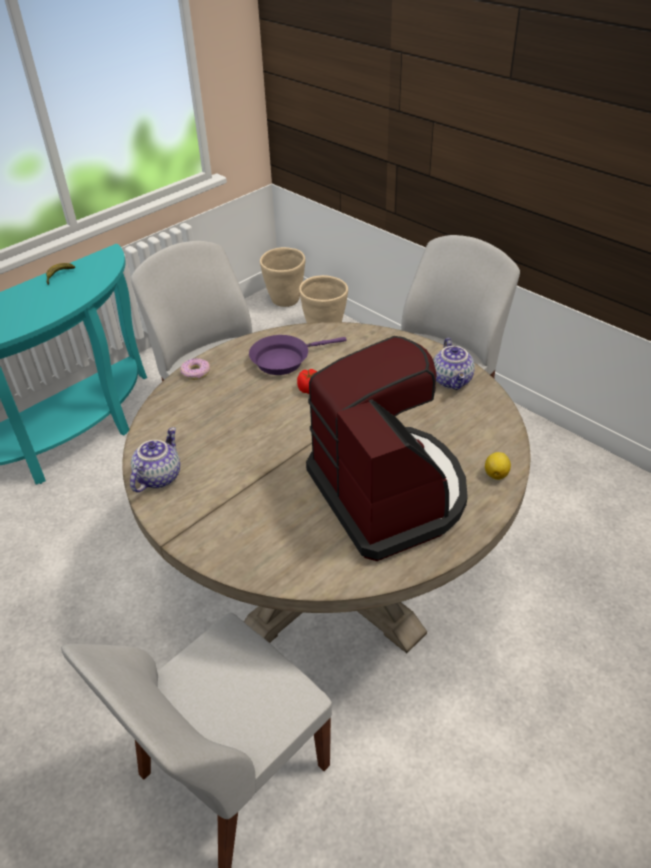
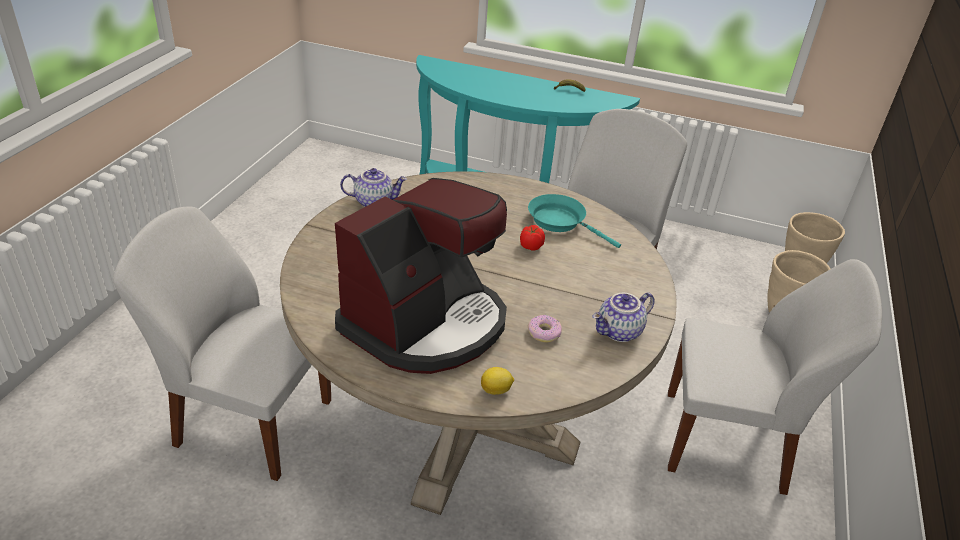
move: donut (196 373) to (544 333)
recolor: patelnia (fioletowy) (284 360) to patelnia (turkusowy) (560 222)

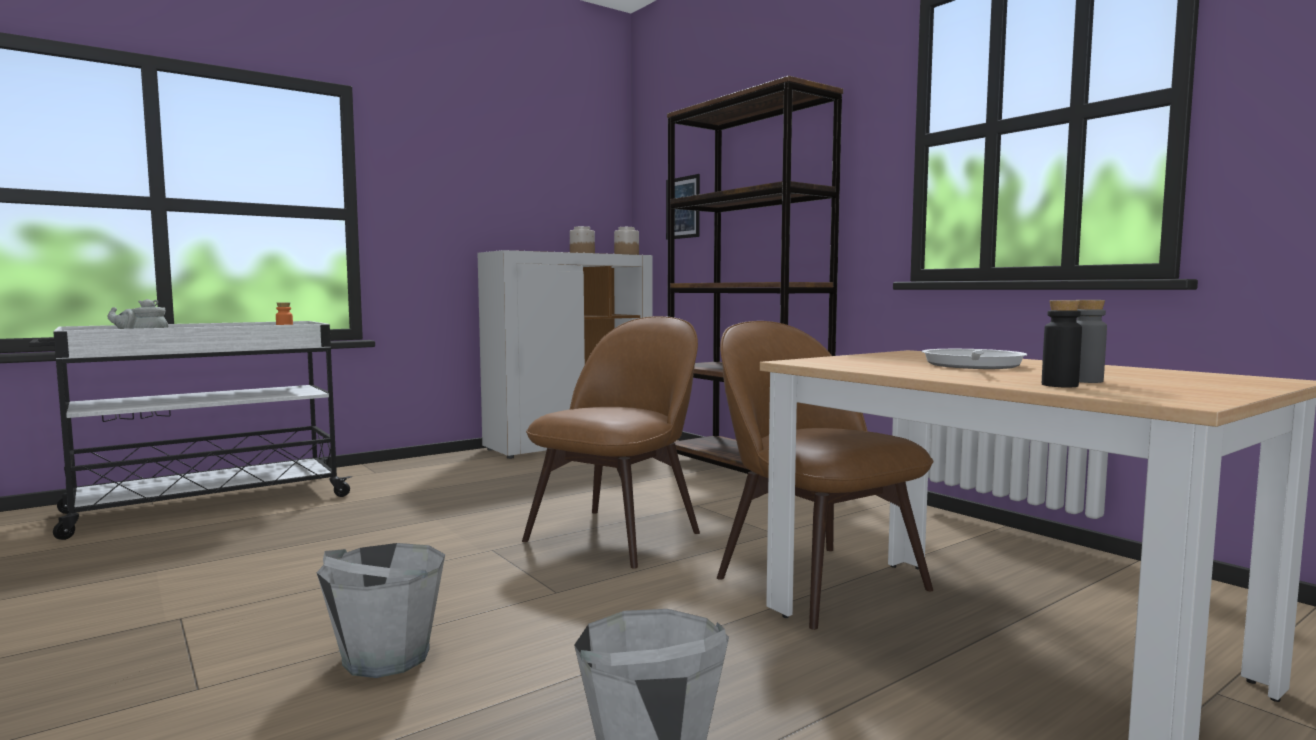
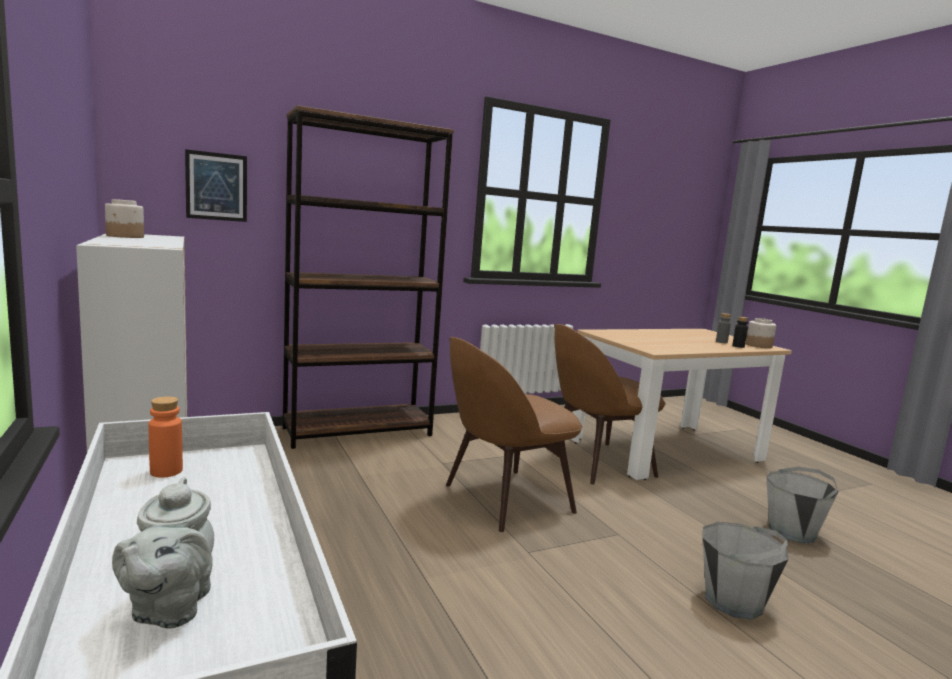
delete: patelnia (971 366)
move: słoik (626 254) to (758 345)
rotate: krzesło (brązowy) (617 534) = (503 499) 75 degrees counterclockwise

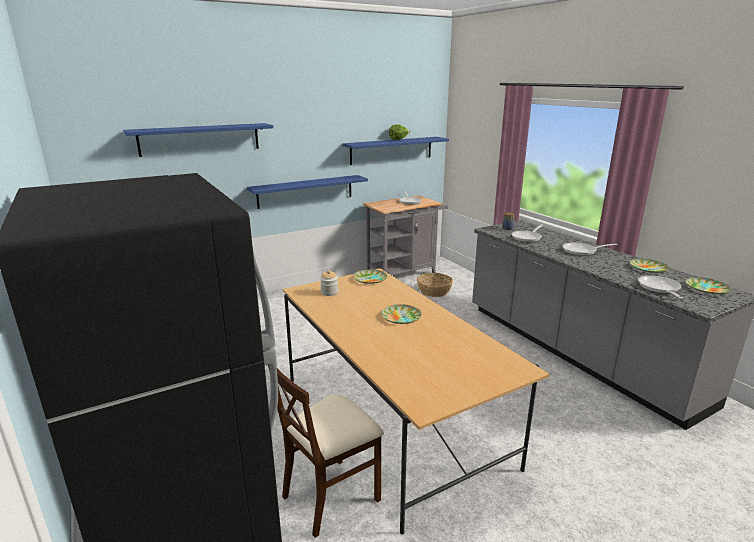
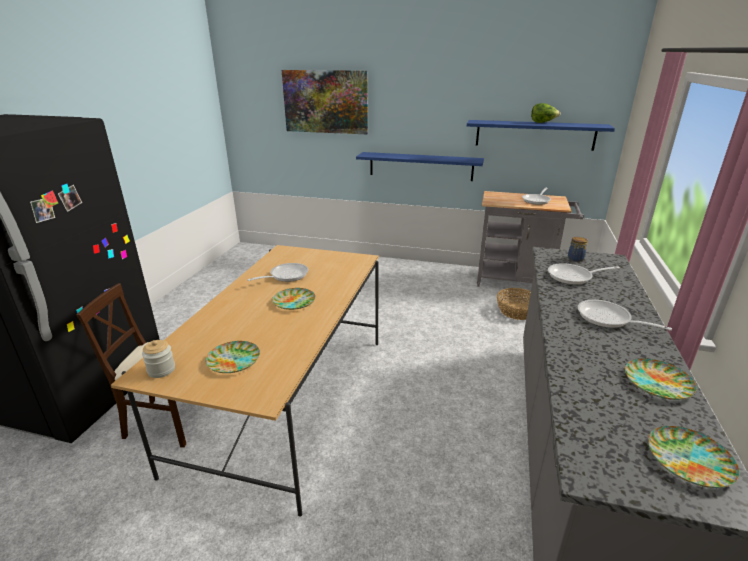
move: słoik (329 292) to (161 370); talerz (370 279) to (234 360); patelnia (659 289) to (286 276)
replace: półka (niebieski) (200 139) to obraz (325 102)

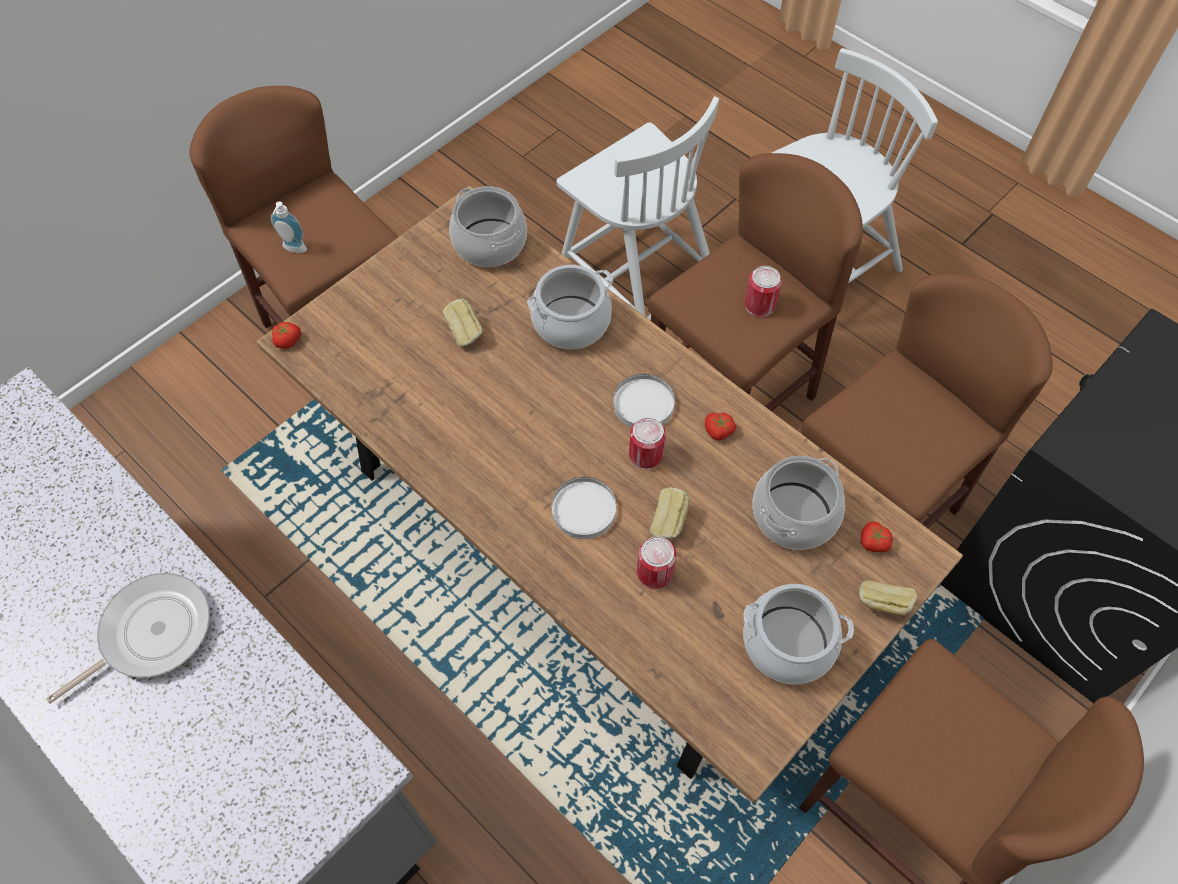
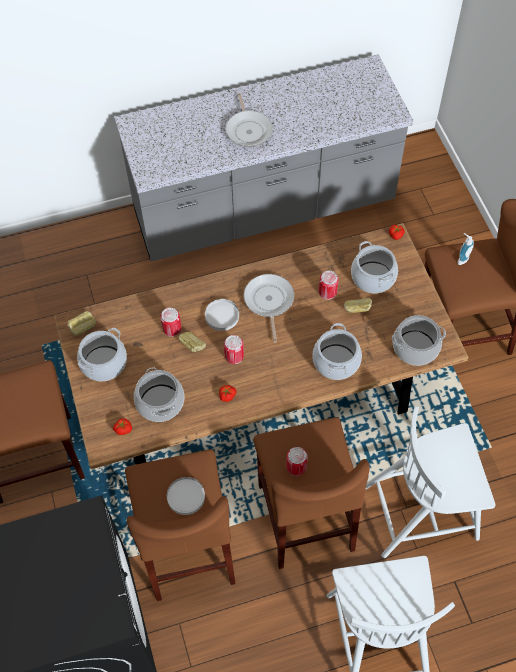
insert: patelnia (269 301); puszka (327 292); garnek (373 277)
move: chleb (882 605) to (83 328); talerz (biały) (643 403) to (186 496)

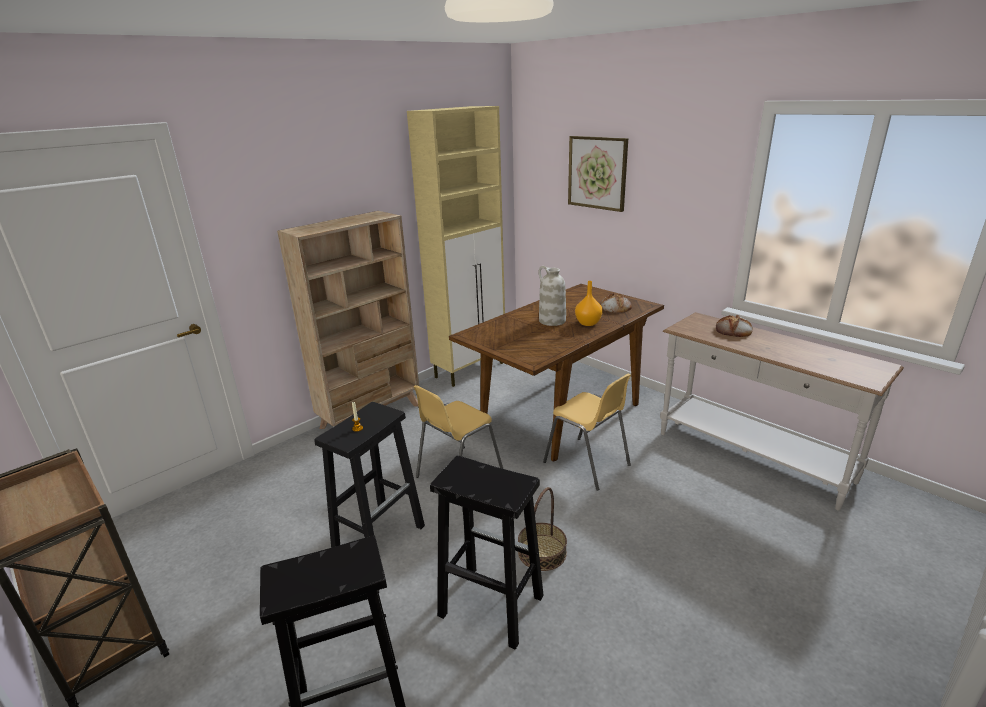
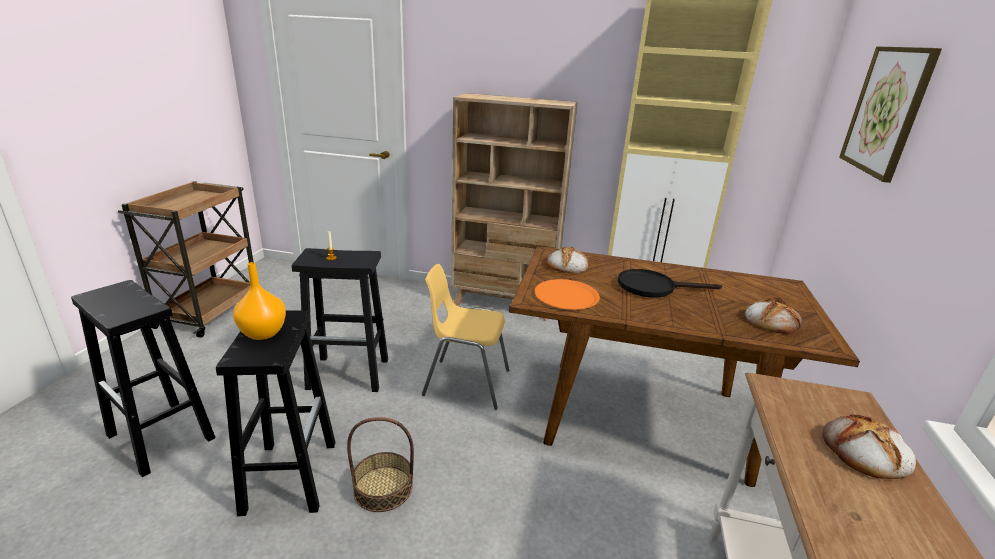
delete: krzesło (żółty) (587 464)
insert: talerz (pomarańczowy) (566 296); chleb (566 265)
move: wazon (pomarańczowy) (588 323) to (262 333)
replace: wazon (biały) (551 321) to patelnia (czarny) (653 287)

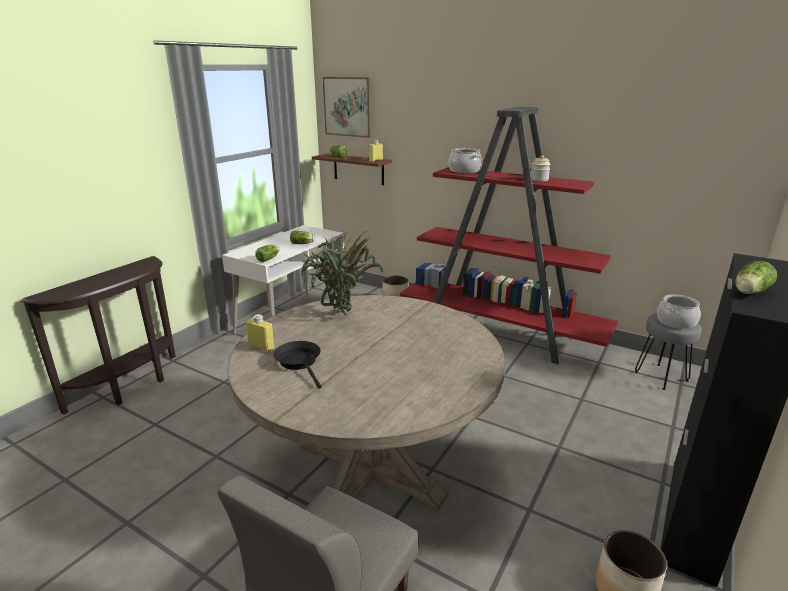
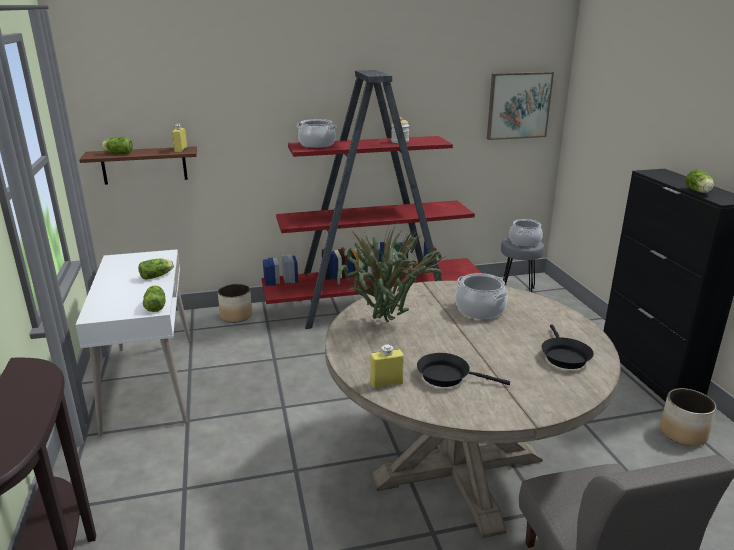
insert: garnek (479 310); patelnia (czarny) (564 356)
move: obraz (348 106) to (518 105)

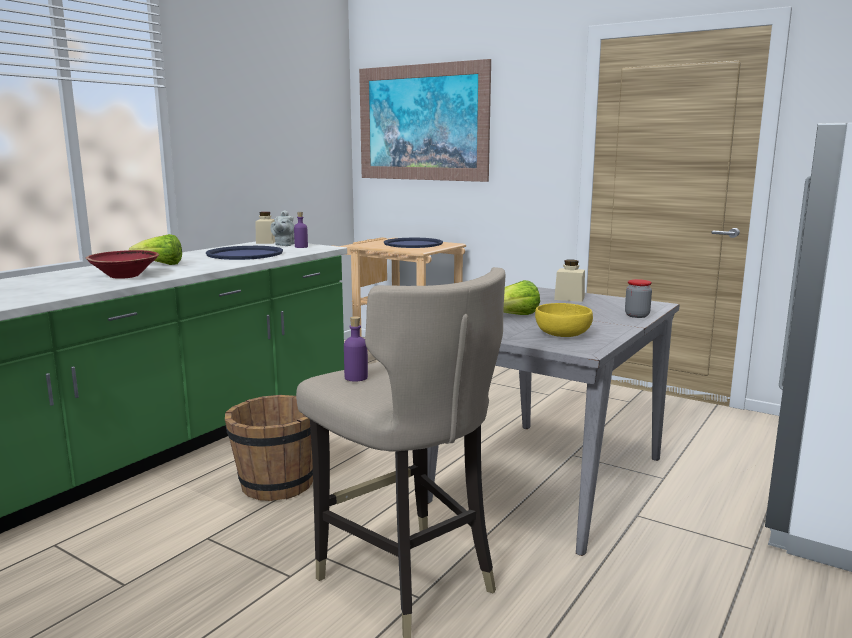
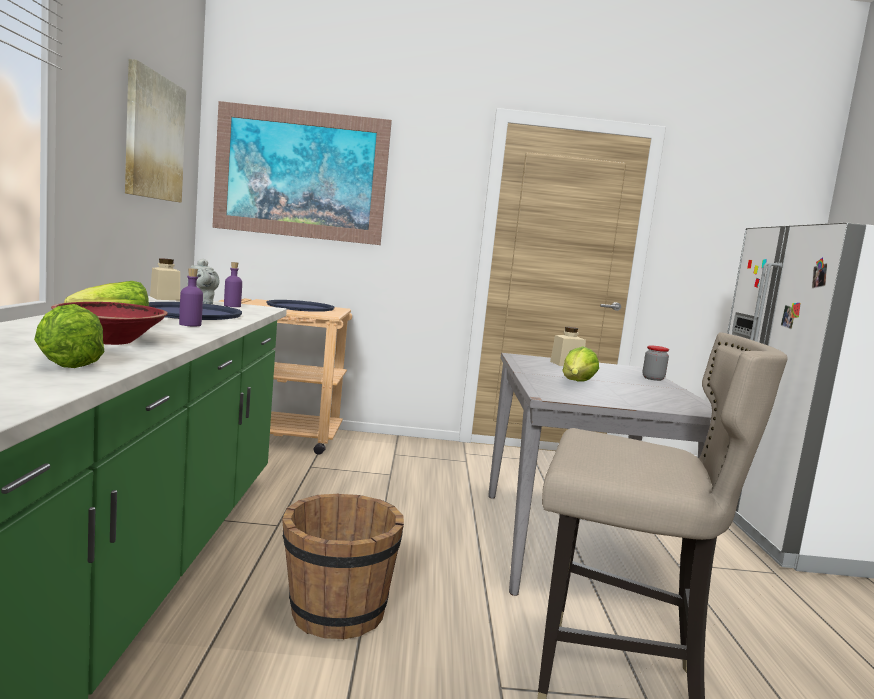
delete: miska (żółty) (562 334)
insert: sałata (66 363); obraz (154 137)
move: butelka (fioletowy) (356 377) to (190 324)

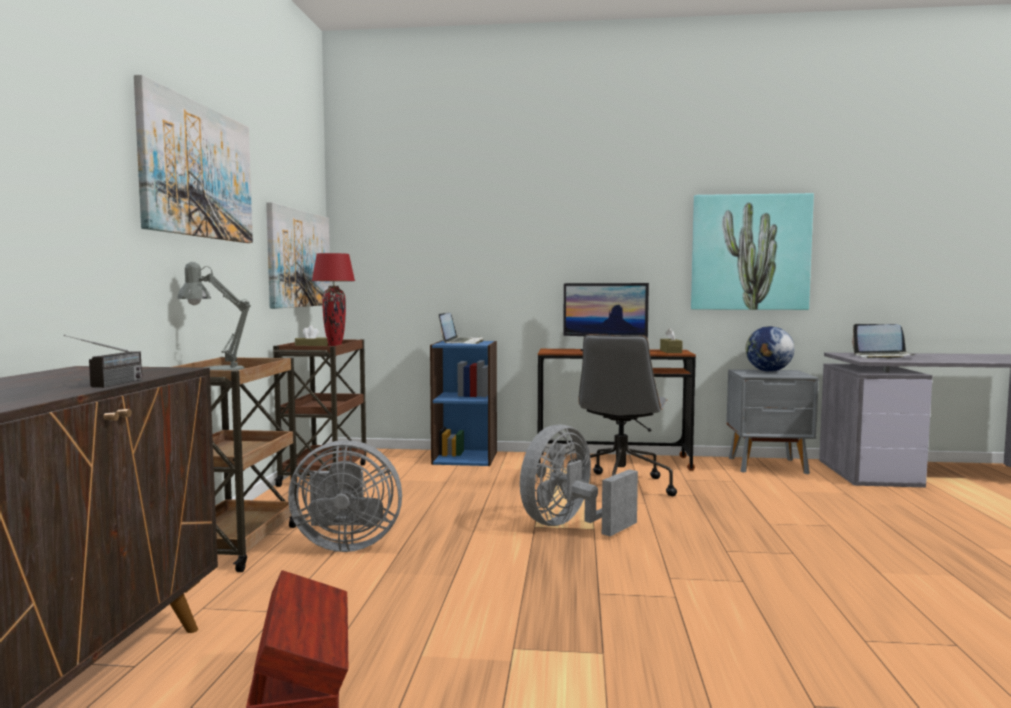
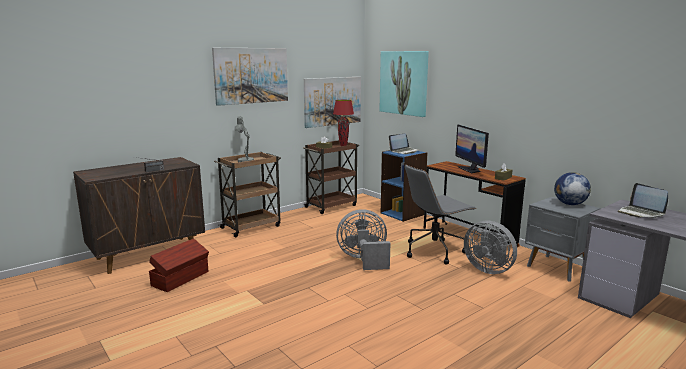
move: obraz (749 252) to (404 83); wentylator (szary) (345 544) to (488 269)

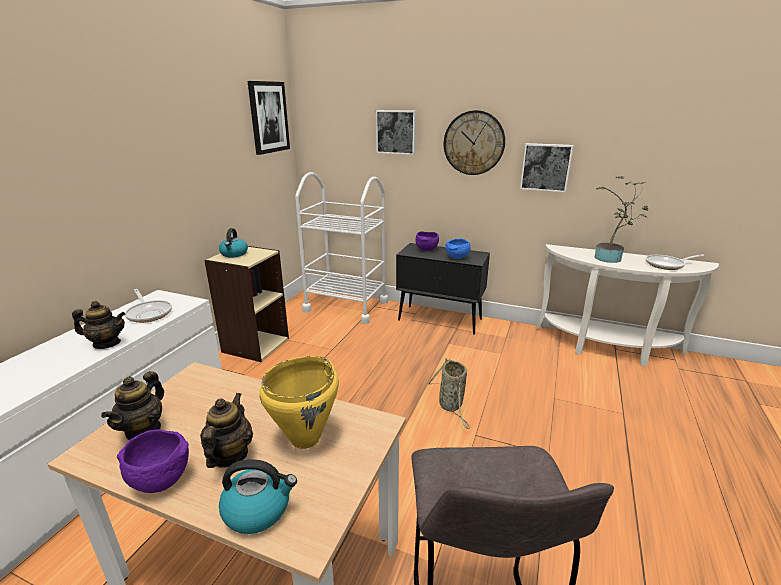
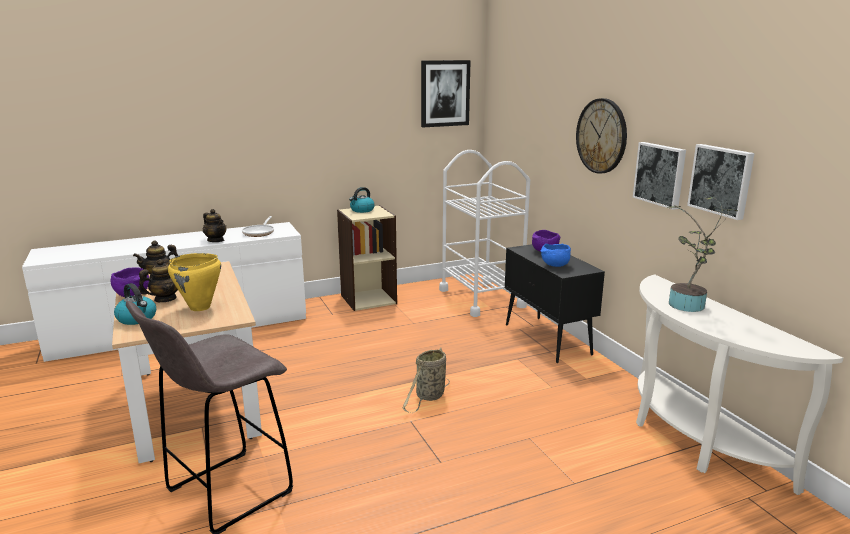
delete: patelnia (667 265)
move: obraz (396 132) to (721 180)

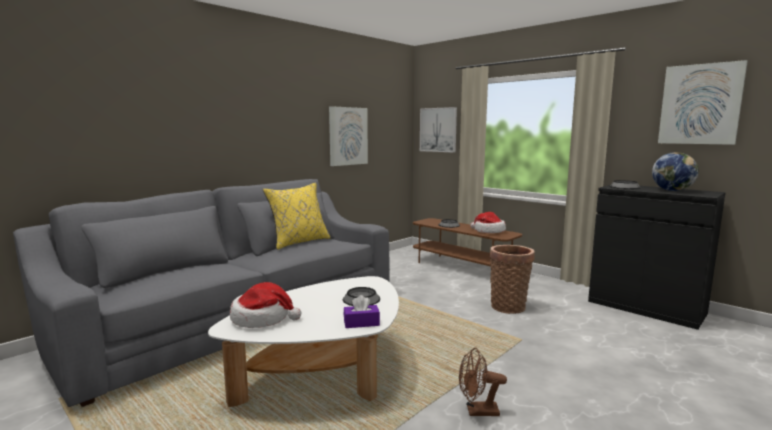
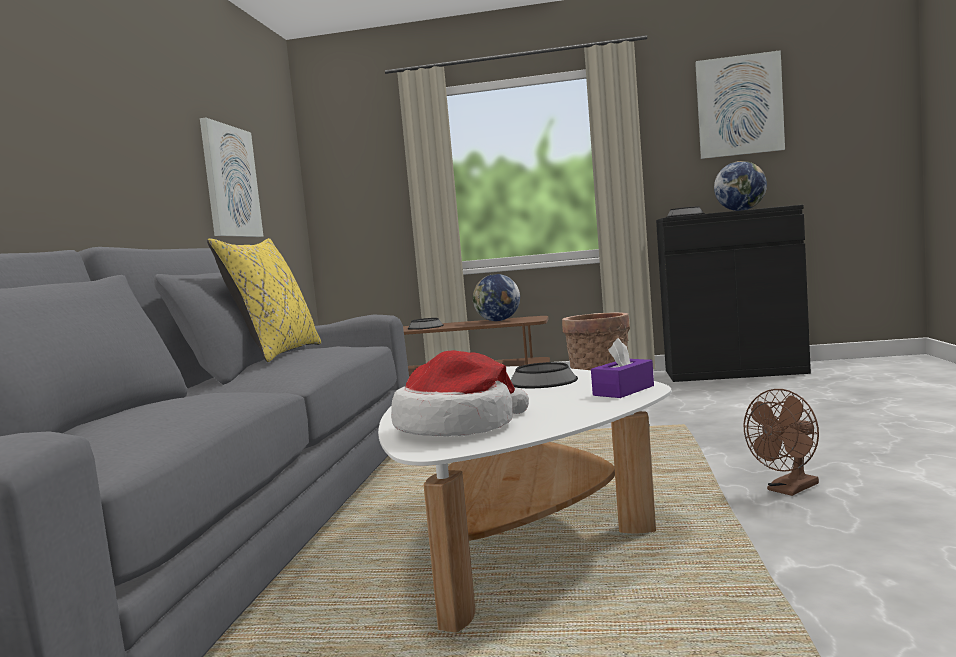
delete: obraz (438 130)
replace: kapelusz (488 231) to globus (498 321)

